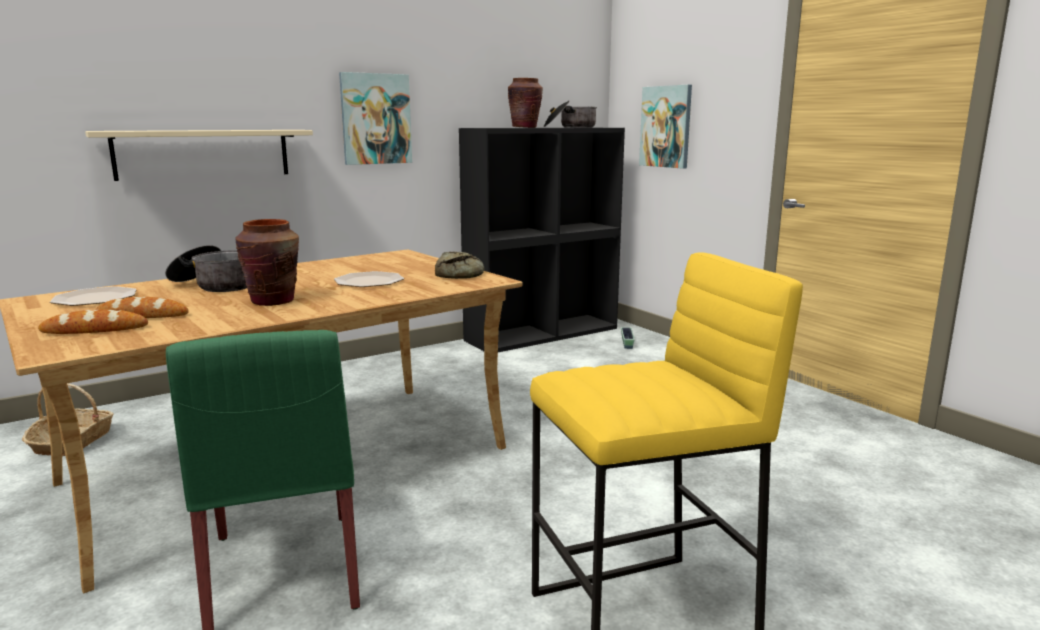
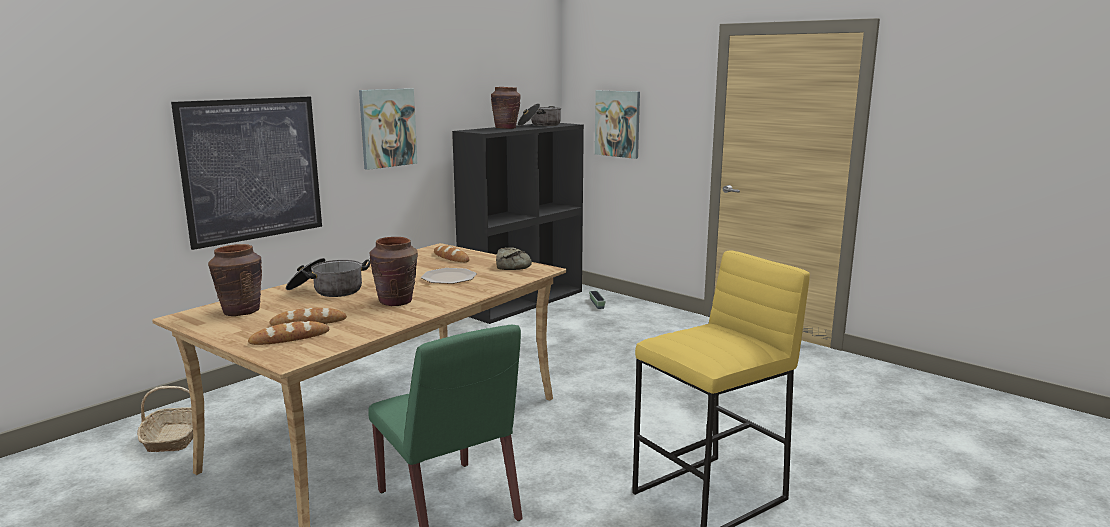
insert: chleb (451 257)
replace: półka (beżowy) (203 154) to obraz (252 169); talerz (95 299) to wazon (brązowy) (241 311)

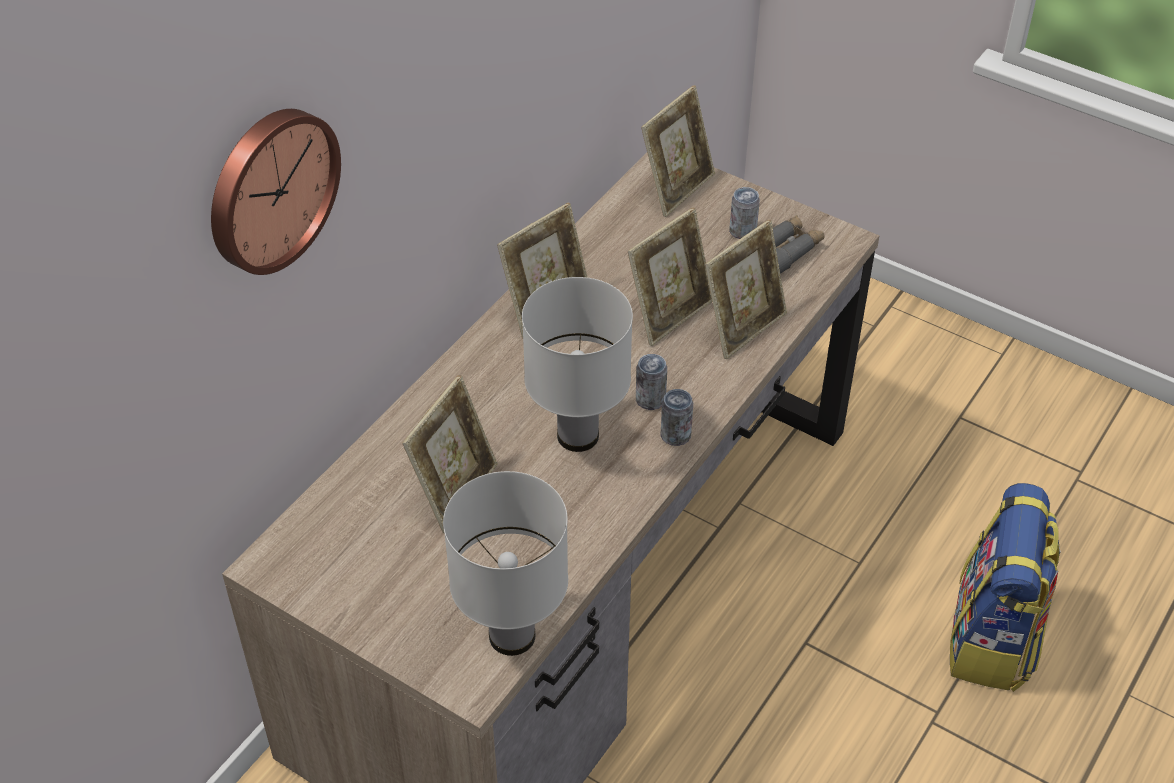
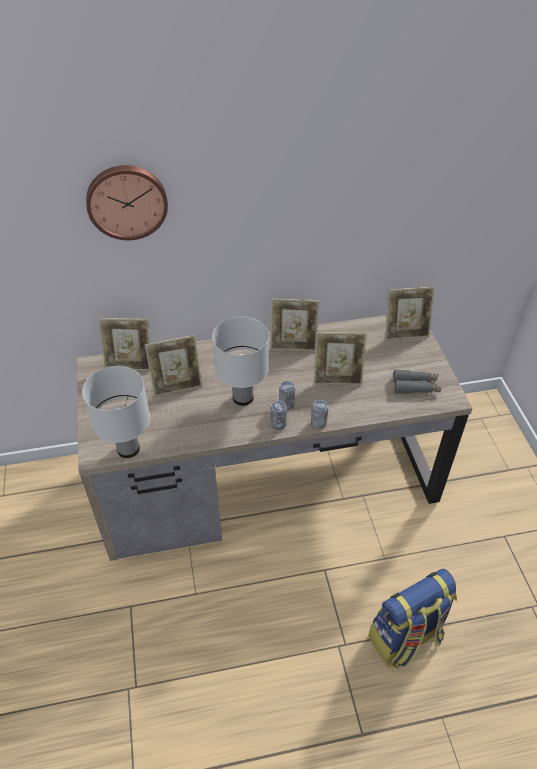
move: ramka na zdjęcie (743 327) to (130 364); puszka (742 231) to (318 423)

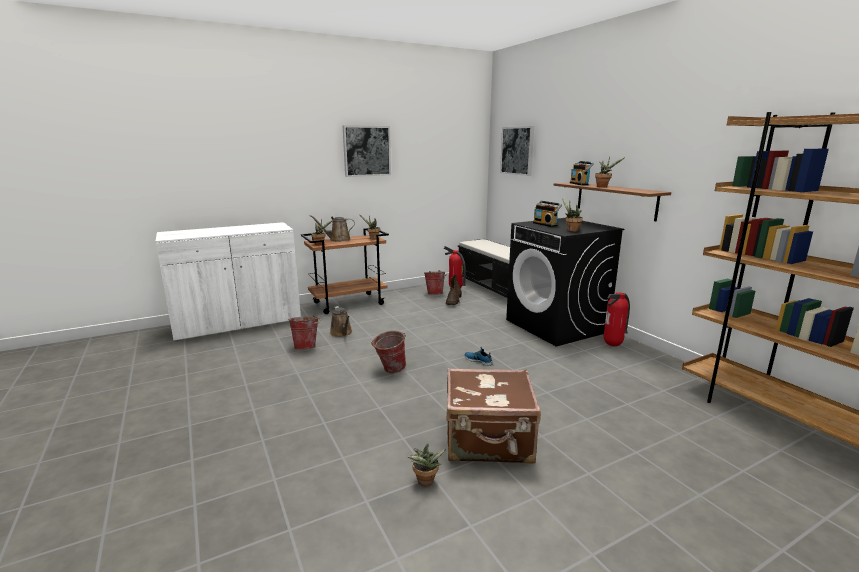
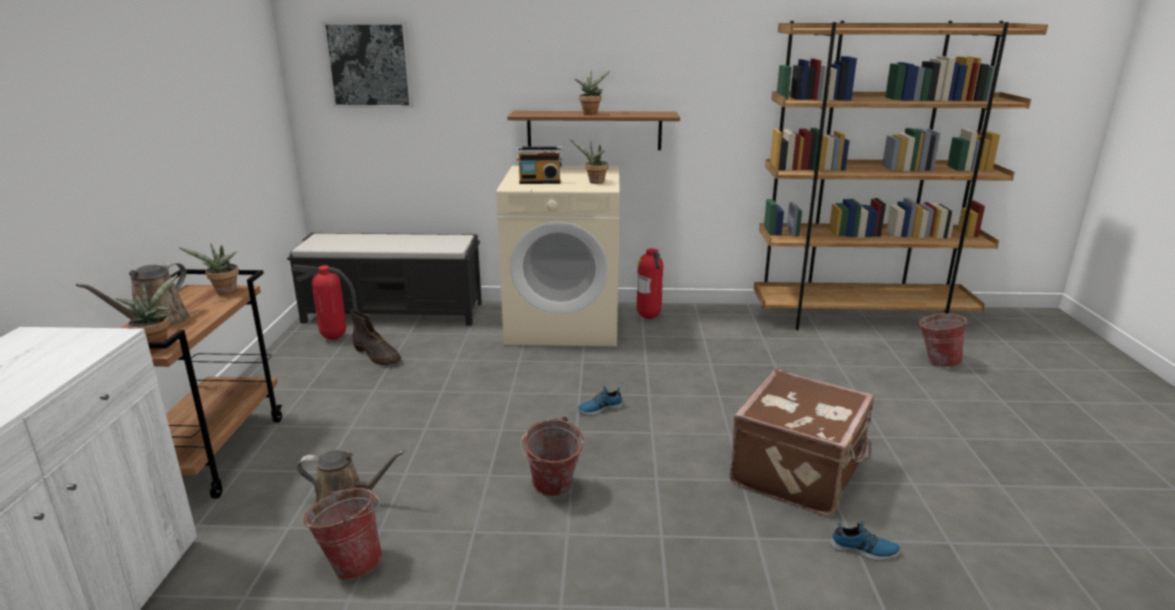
delete: obraz (367 151); radio (580 184)
move: wiadro (435 294) to (935 361)
replace: roślina doniczkowa (425 482) to but (864 550)
recolor: pralka (czarny) (557 326) to pralka (beżowy) (564 324)

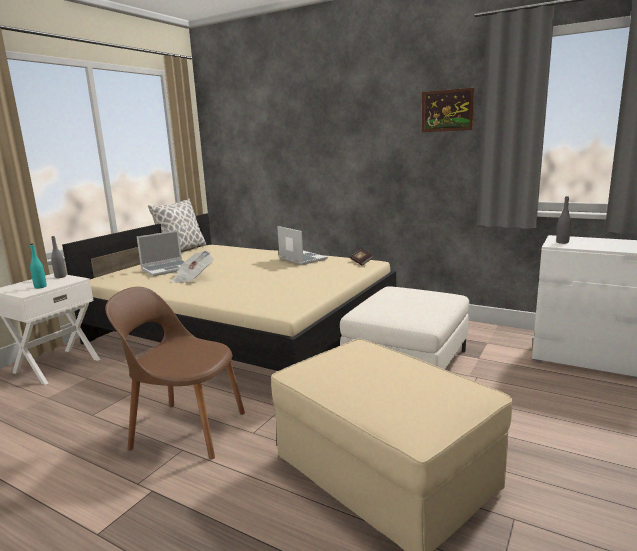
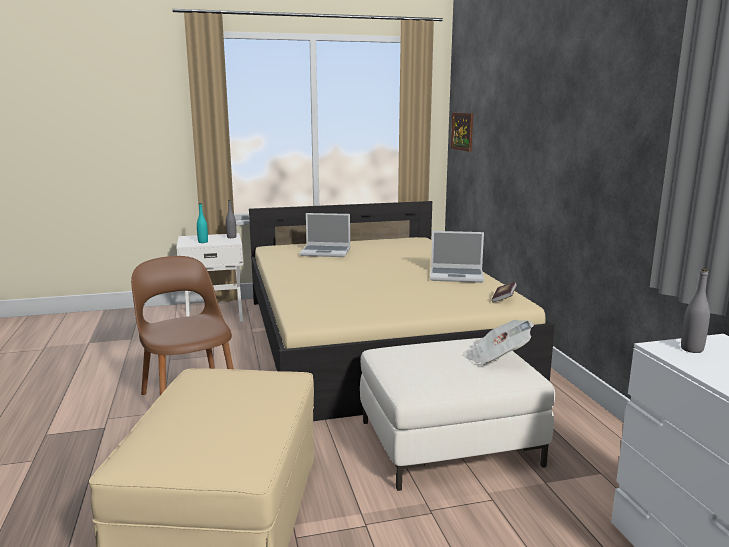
delete: poduszka (181 250)
move: obraz (447 110) to (462 131); gazeta (193 278) to (496 358)
rotate: laptop (301 259) = (457 276) 90 degrees clockwise

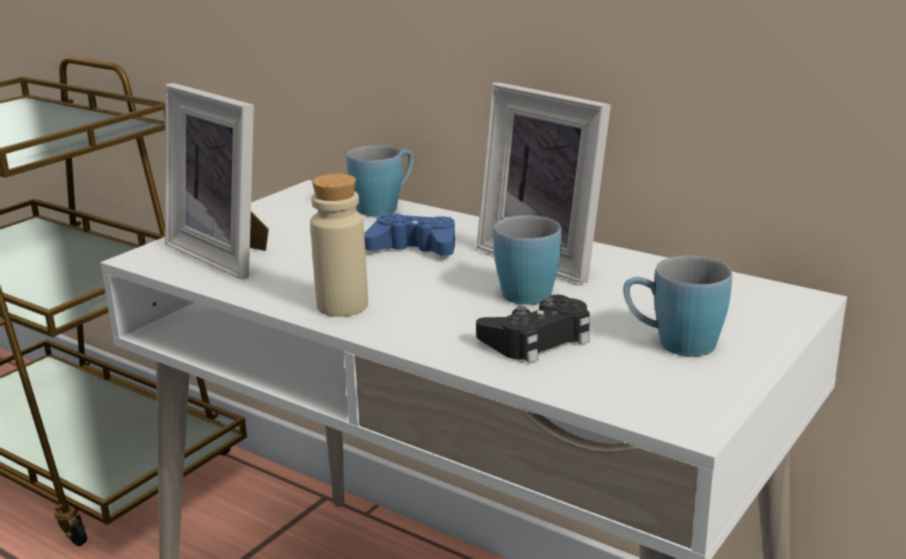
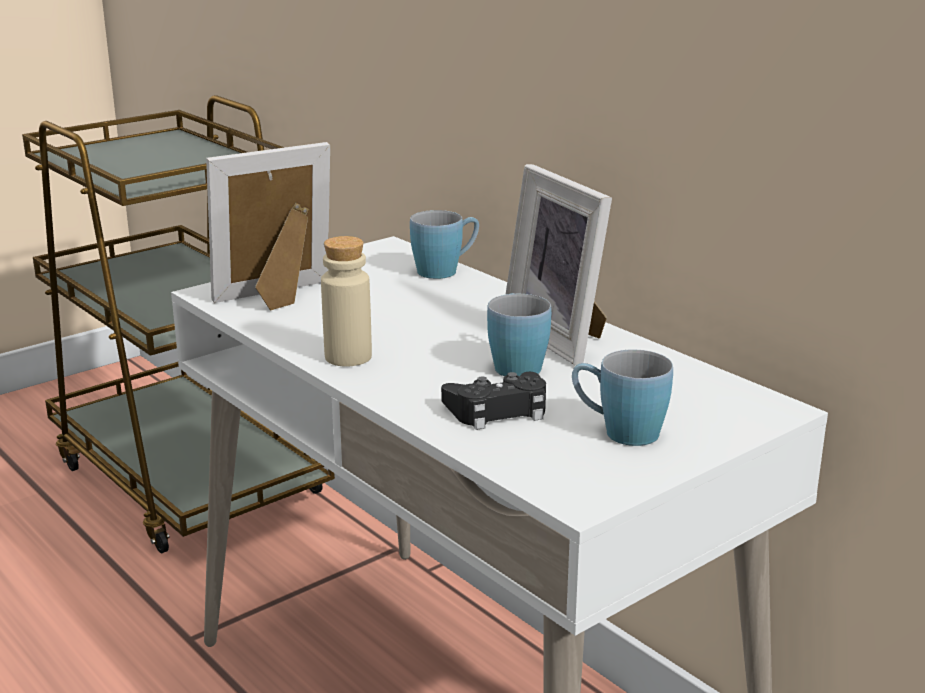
delete: pad do gier (niebieski) (414 247)
rotate: ramka na zdjęcie (227 254) = (279 298) 90 degrees clockwise

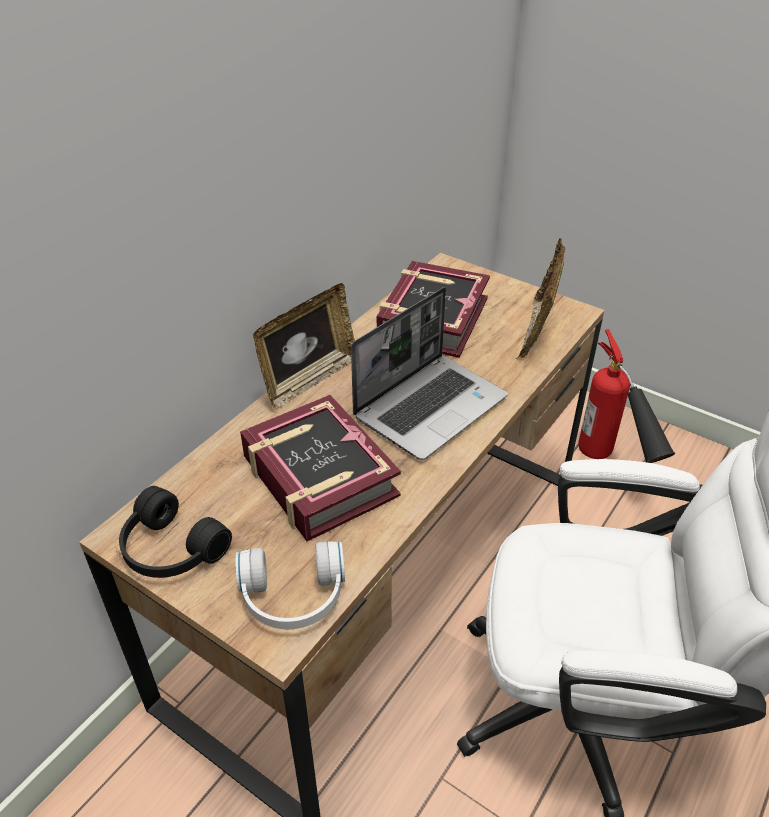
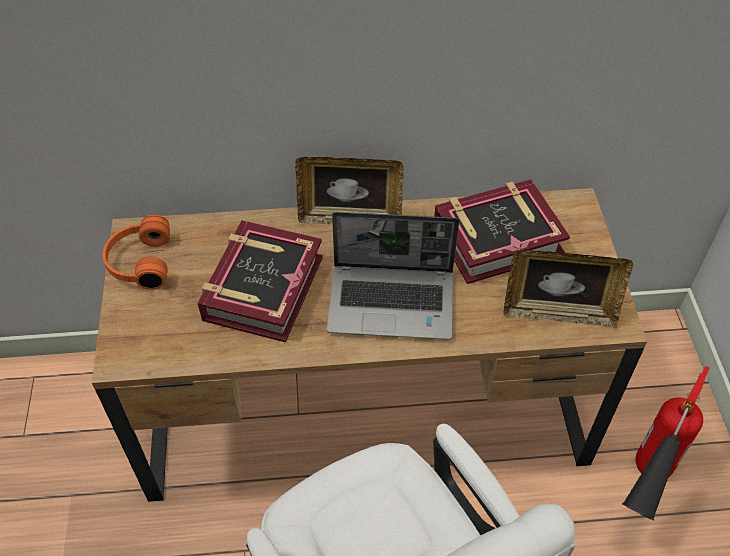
delete: słuchawki (biały) (293 599)
recolor: słuchawki (czarny) (169 551) to słuchawki (pomarańczowy) (139 262)
rotate: ramka na zdjęcie (537 332) = (558 313) 150 degrees counterclockwise

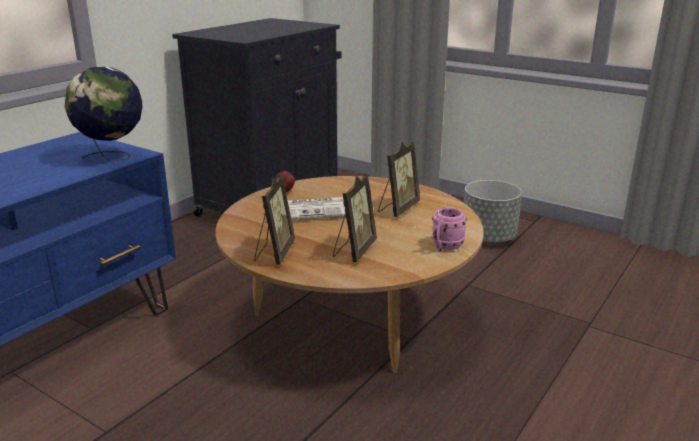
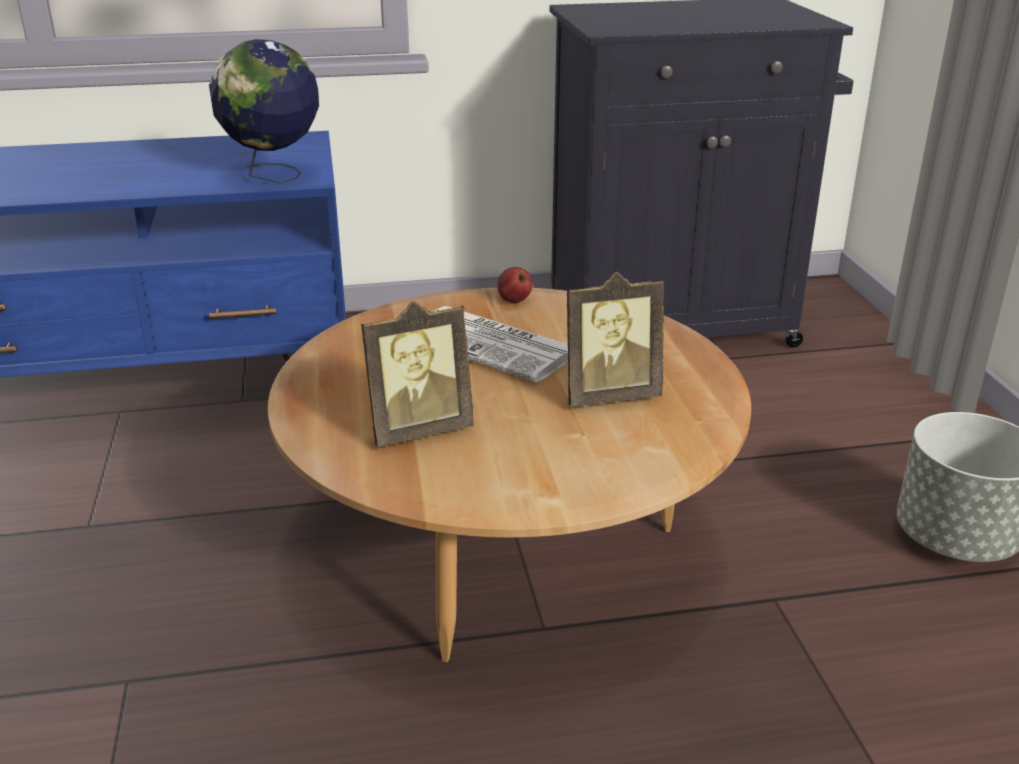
delete: ramka na zdjęcie (274 253); kubek (różowy) (444 247)

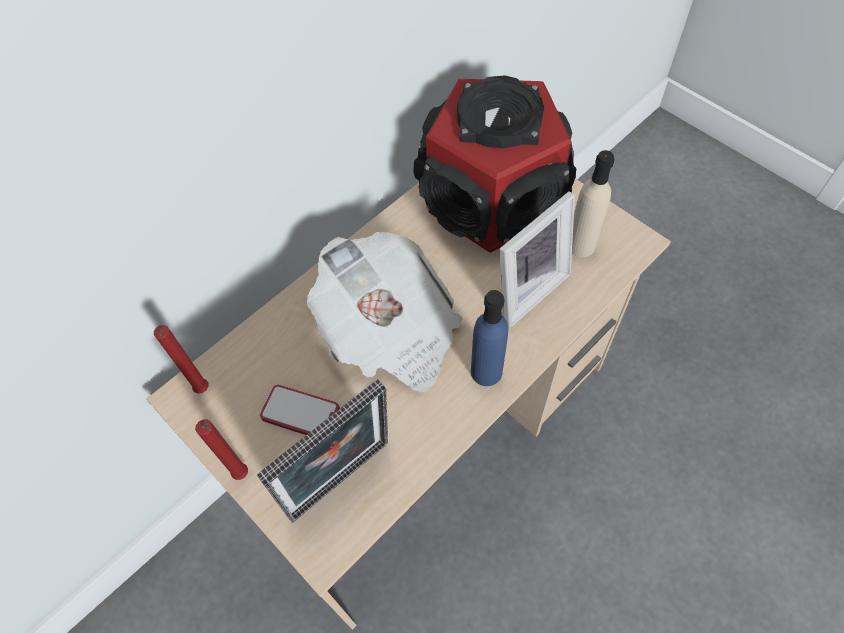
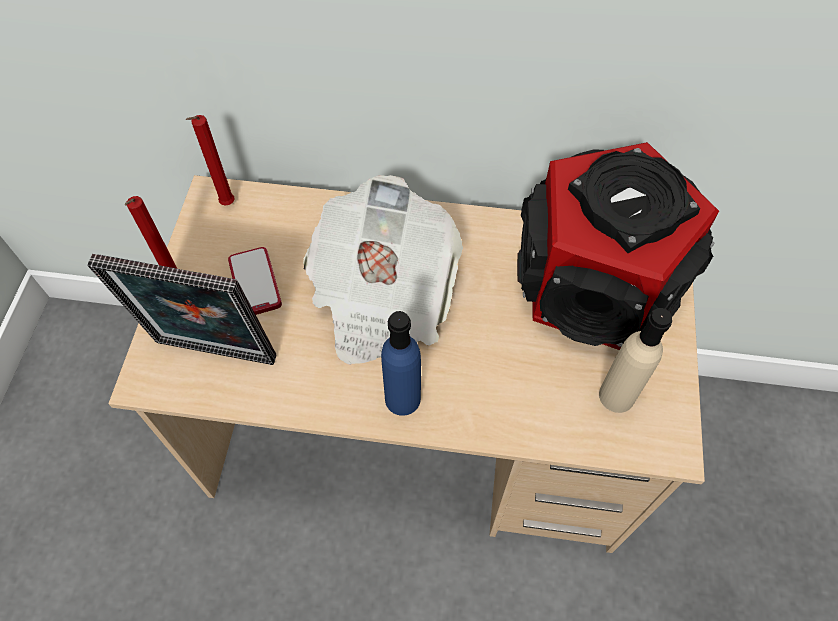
delete: ramka na zdjęcie (525 288)

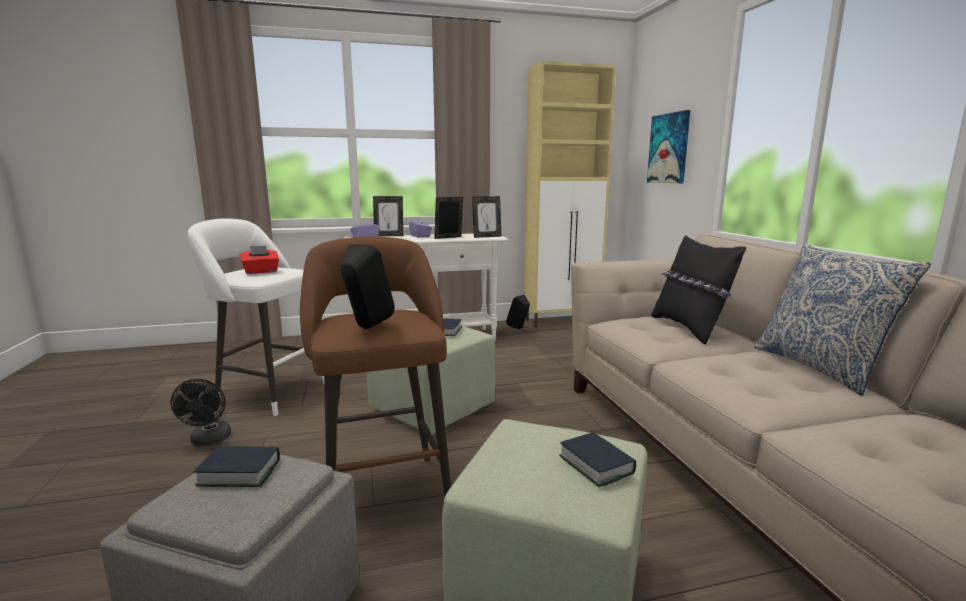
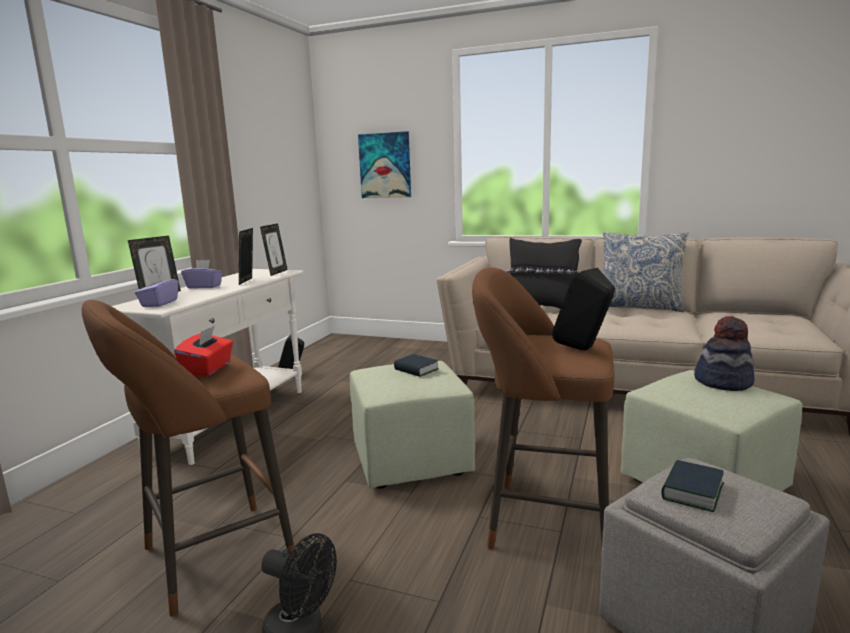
delete: szafka (beżowy) (562 322)
replace: książka (596 464) to kapelusz (723 382)
recolor: stołek (biały) (268 392) to stołek (brązowy) (209 559)

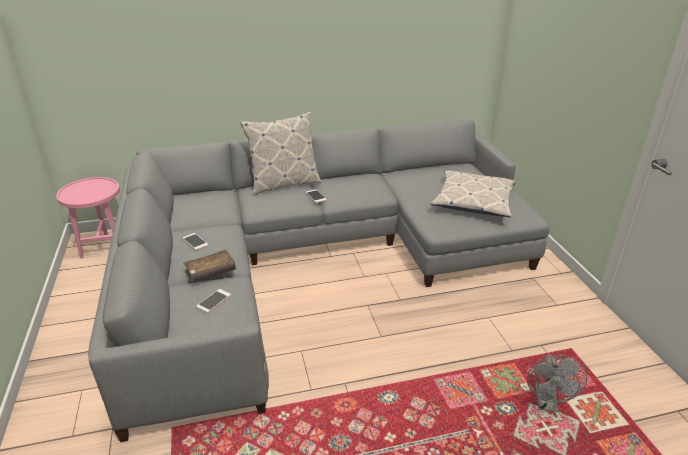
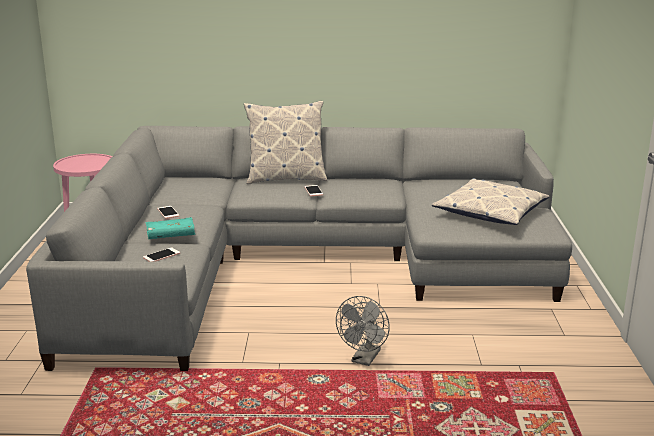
move: wentylator (szary) (547 404) to (364 359)
recolor: książka (brązowy) (210 272) to książka (turkusowy) (170 235)

